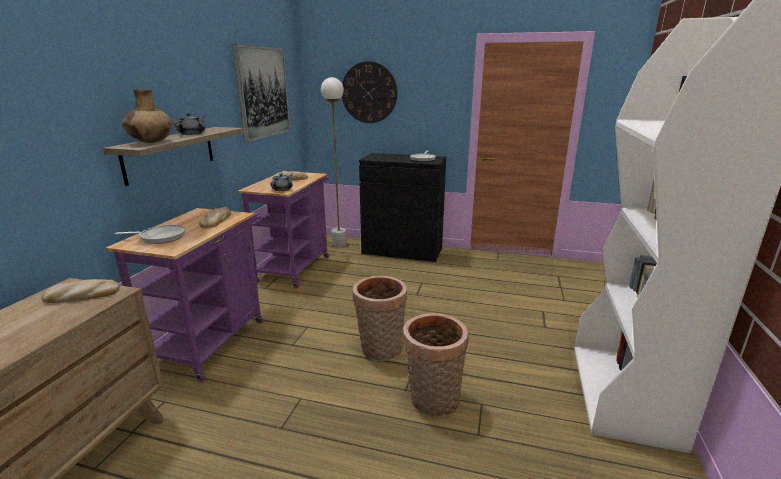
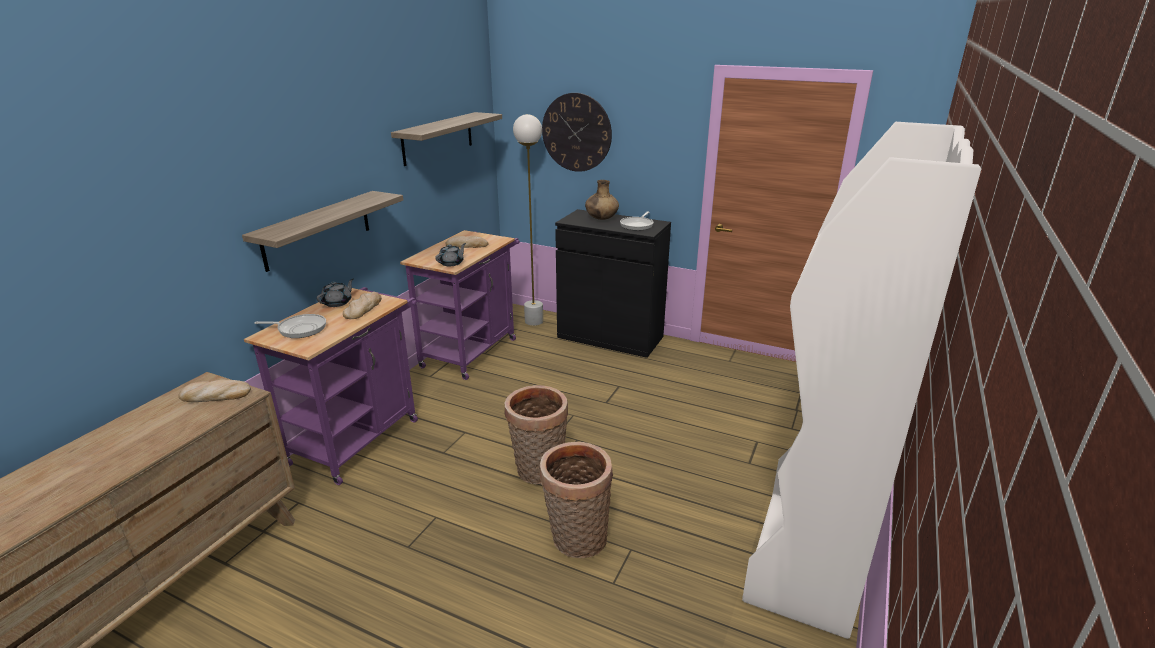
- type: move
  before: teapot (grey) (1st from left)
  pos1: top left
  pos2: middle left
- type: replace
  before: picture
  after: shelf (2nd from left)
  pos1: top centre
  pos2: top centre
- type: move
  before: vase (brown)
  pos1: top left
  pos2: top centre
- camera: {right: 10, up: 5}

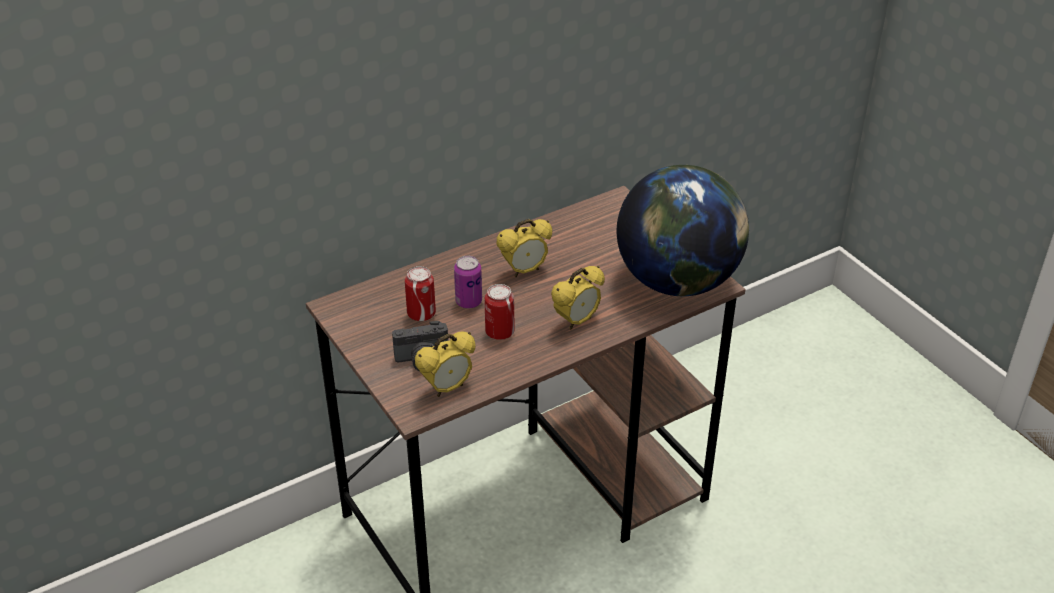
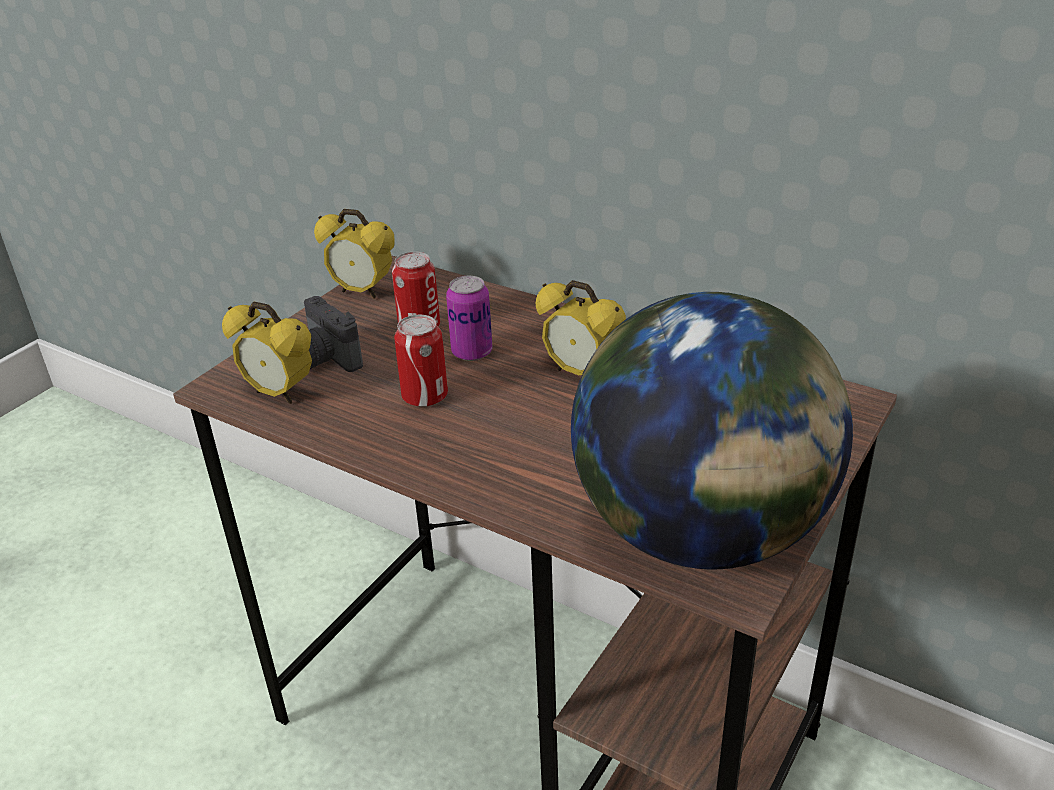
- type: move
  before: alarm clock (3rd from left in the first image)
  after: alarm clock (2nd from left)
  pos1: centre
  pos2: top centre
- camera: {right: 65, up: -5}

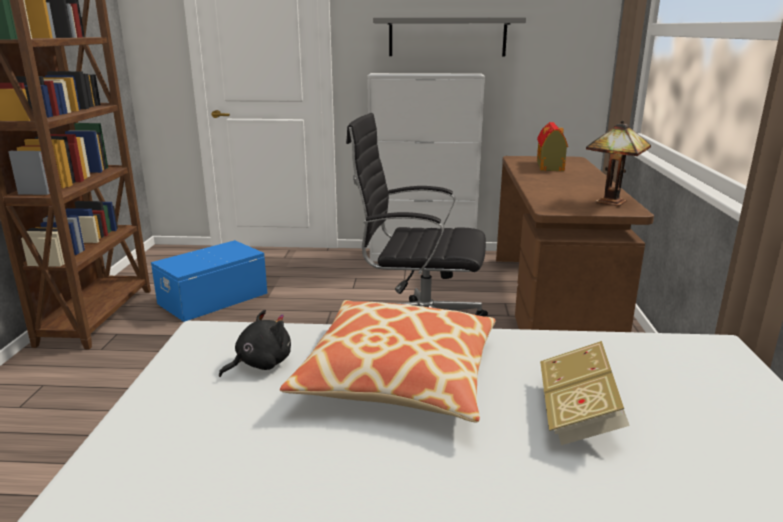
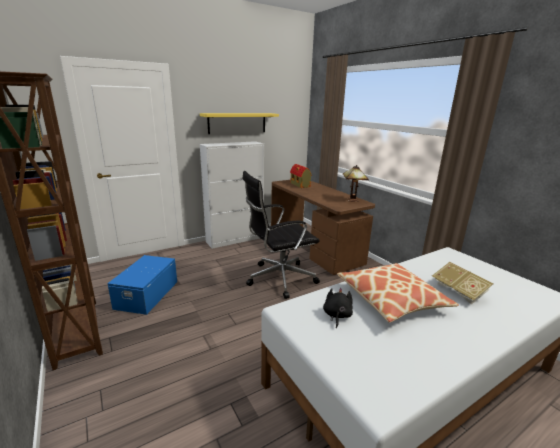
- type: recolor
  before: shelf (grey)
  after: shelf (yellow)
  pos1: top centre
  pos2: top centre
- camera: {right: -35, up: 0}

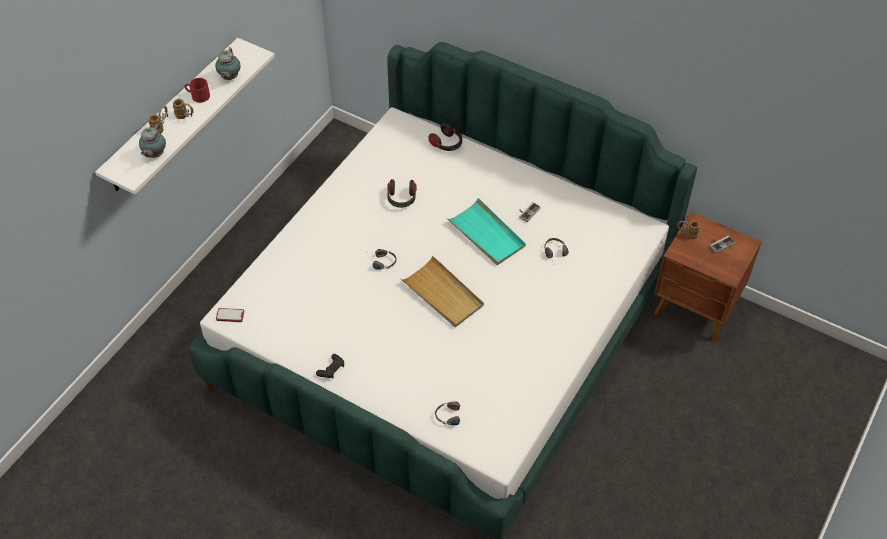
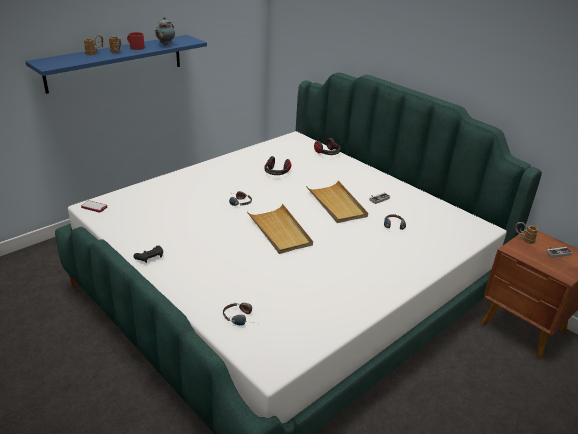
- type: recolor
  before: shelf (white)
  after: shelf (blue)
  pos1: top left
  pos2: top left
- type: recolor
  before: tray (turquoise)
  after: tray (beige) (2nd from left)
  pos1: centre
  pos2: centre
- type: delete
  before: teapot (1st from left)
  pos1: top left
- camera: {right: 15, up: -20}

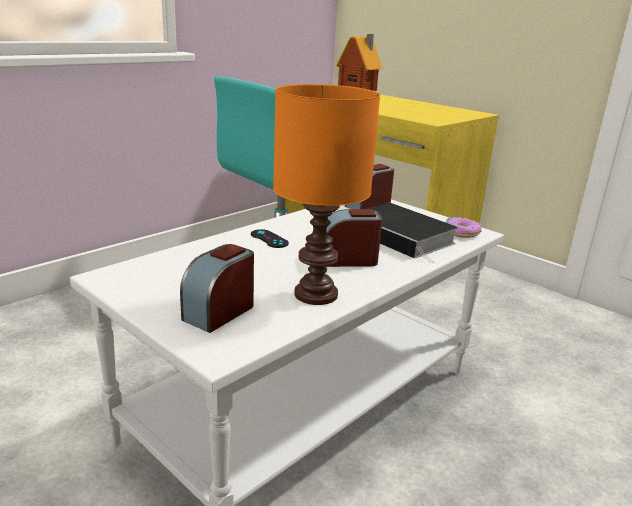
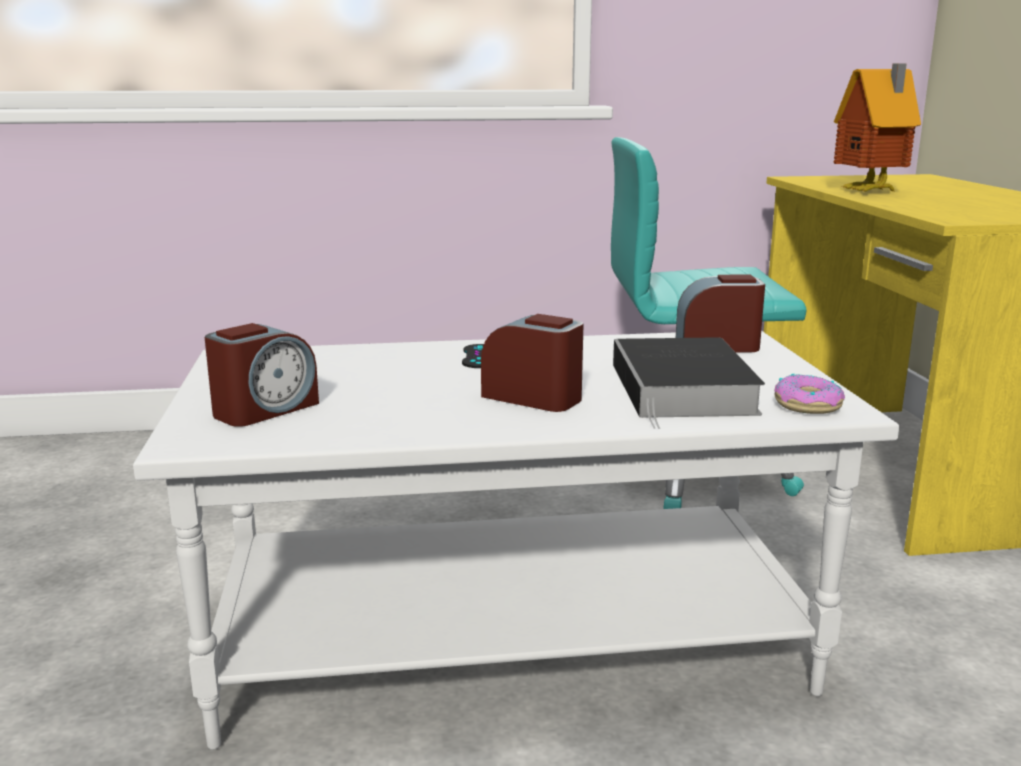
- type: rotate
  before: alarm clock (1st from left)
  pos1: centre
  pos2: middle left
  turn: 150
- type: delete
  before: table lamp (orange)
  pos1: centre
- camera: {right: 40, up: -5}

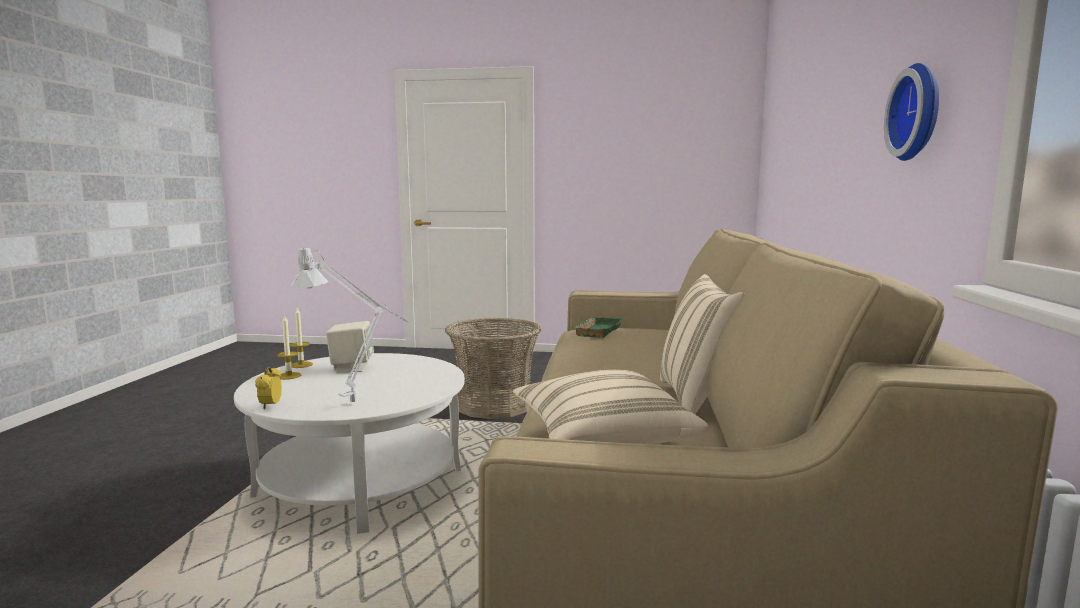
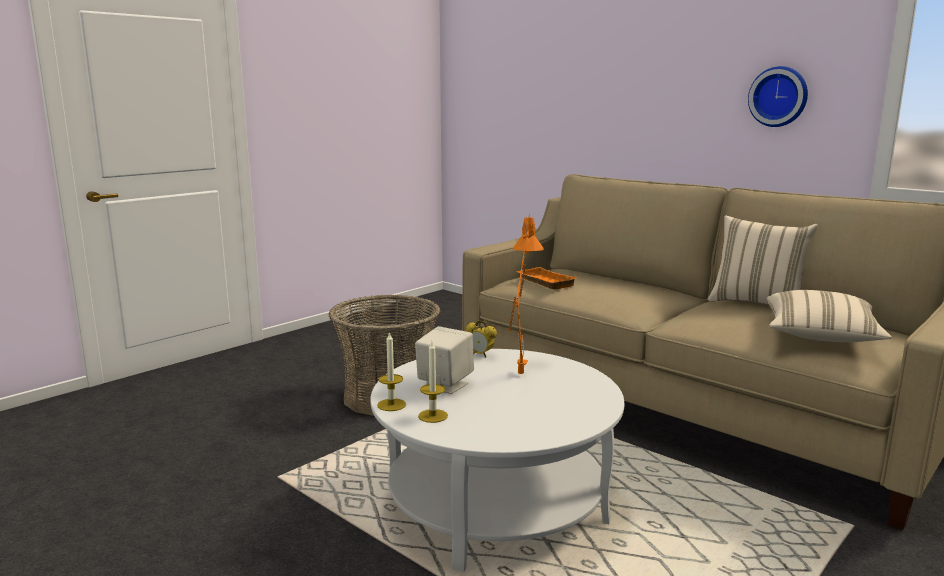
- type: move
  before: alarm clock
  pos1: middle left
  pos2: centre
- type: insert
  after: table lamp (orange)
  pos2: centre
- type: recolor
  before: tray (green)
  after: tray (orange)
  pos1: centre
  pos2: centre
- type: delete
  before: table lamp (grey)
  pos1: middle left
- camera: {right: -55, up: 5}

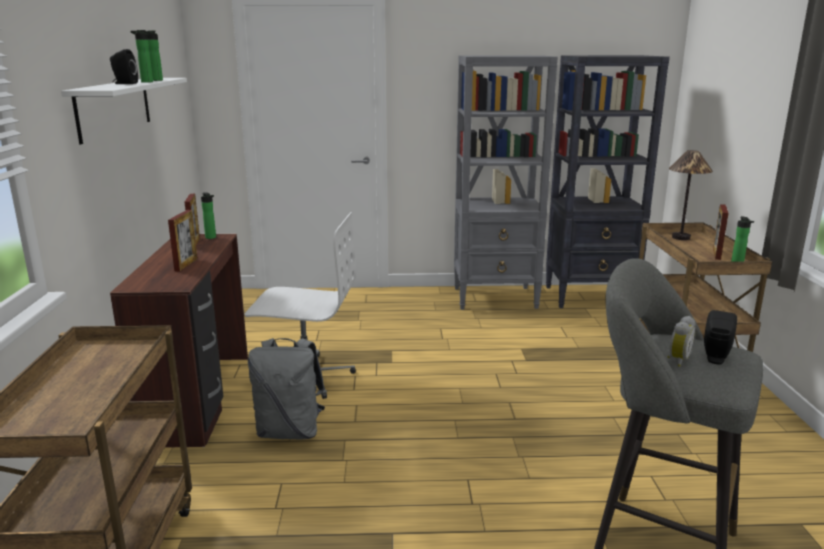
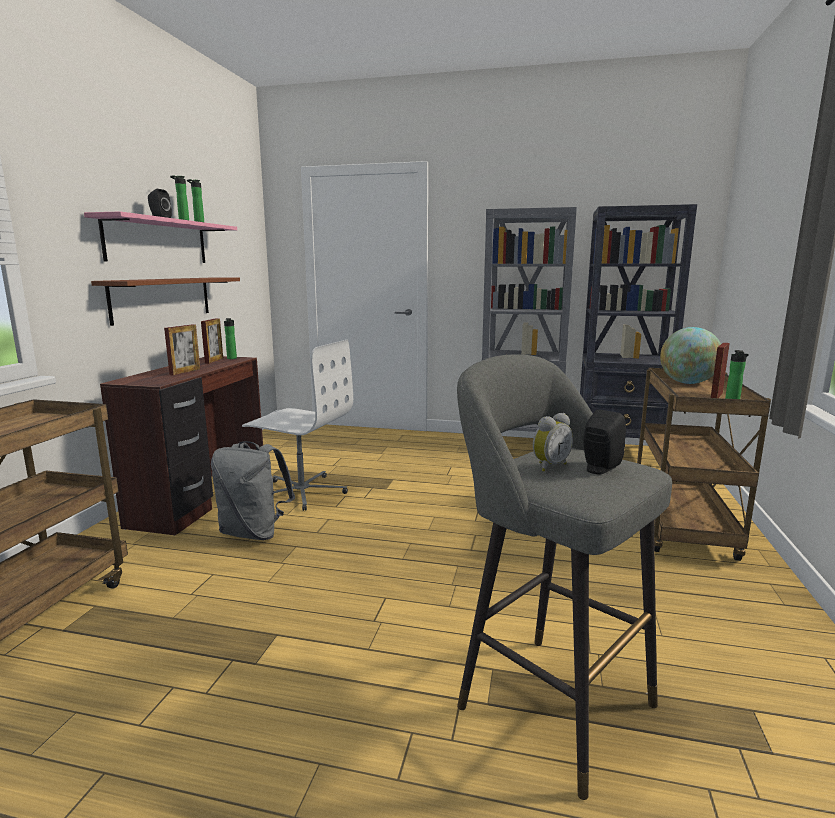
- type: recolor
  before: shelf (white)
  after: shelf (pink)
  pos1: top left
  pos2: top left
- type: insert
  after: shelf (brown)
  pos2: middle left
- type: replace
  before: table lamp
  after: globe
  pos1: middle right
  pos2: middle right
- camera: {right: 15, up: -5}

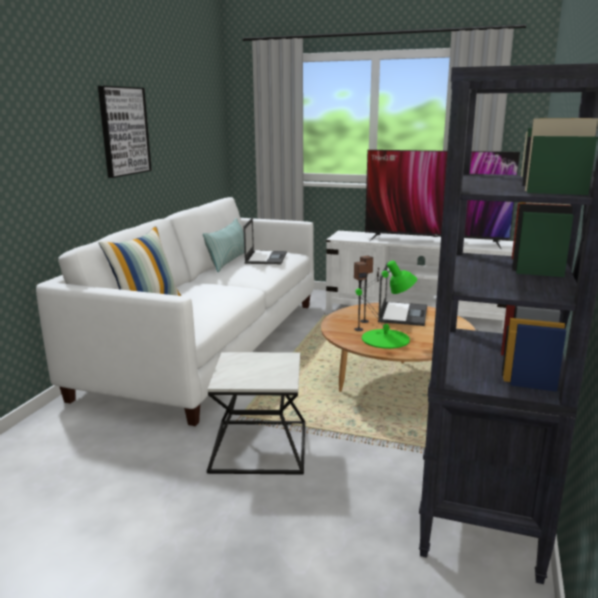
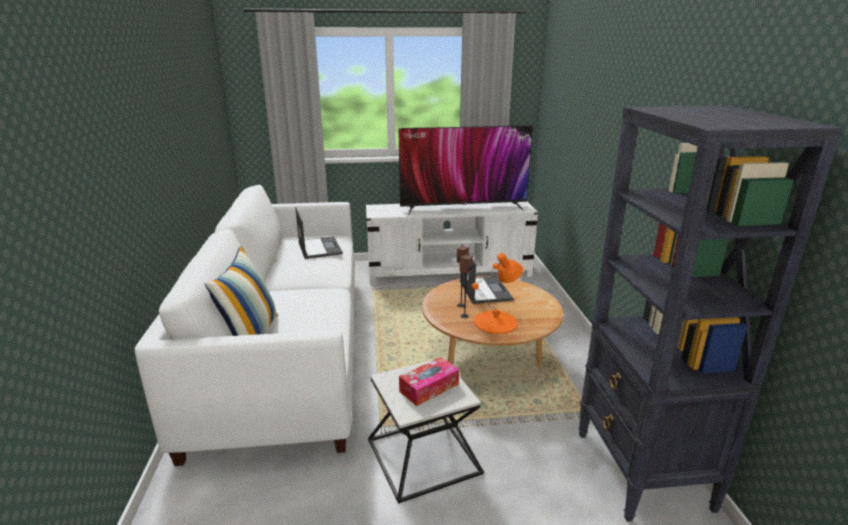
- type: insert
  after: tissue box
  pos2: bottom centre
- type: recolor
  before: table lamp (green)
  after: table lamp (orange)
  pos1: centre
  pos2: centre
- type: delete
  before: picture
  pos1: top left
- type: delete
  before: pillow (2nd from left)
  pos1: centre
- camera: {right: -25, up: 5}

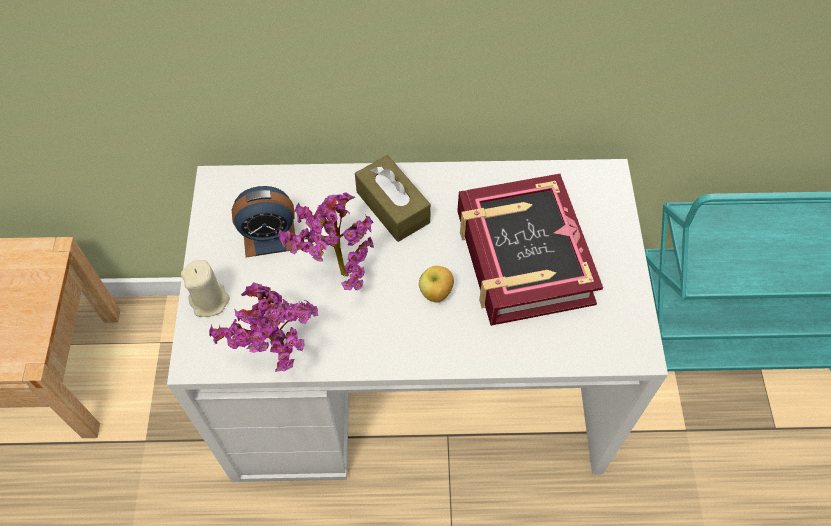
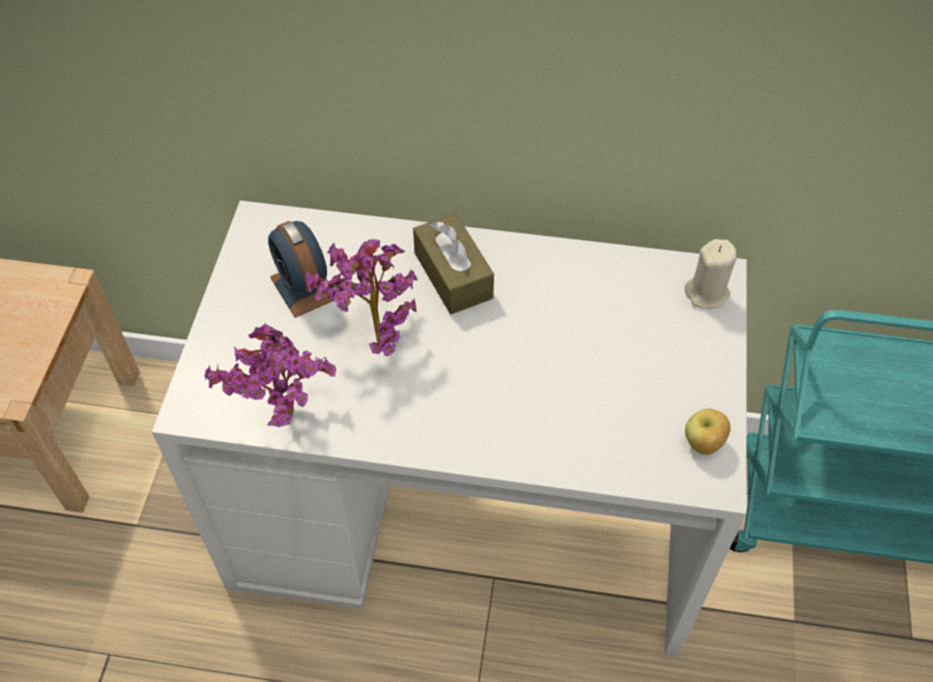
- type: rotate
  before: alarm clock
  pos1: middle left
  pos2: middle left
  turn: 60
- type: move
  before: candle (beige)
  pos1: middle left
  pos2: middle right
- type: move
  before: apple
  pos1: centre
  pos2: middle right
- type: delete
  before: book
  pos1: centre
- camera: {right: 10, up: -5}

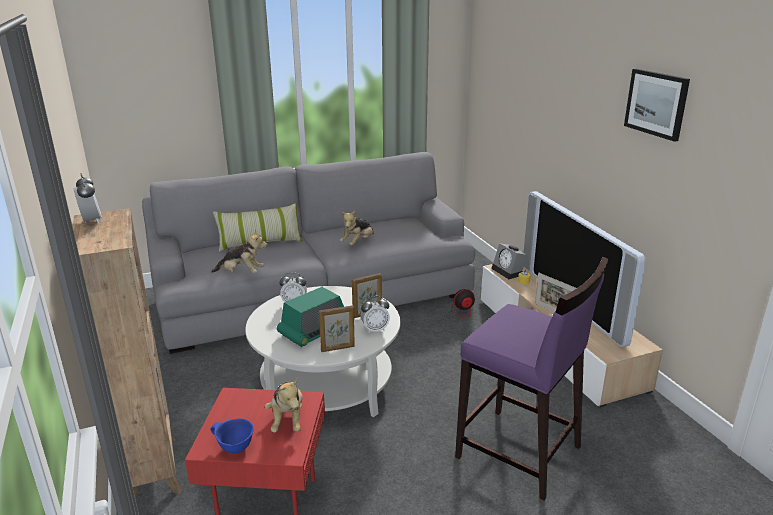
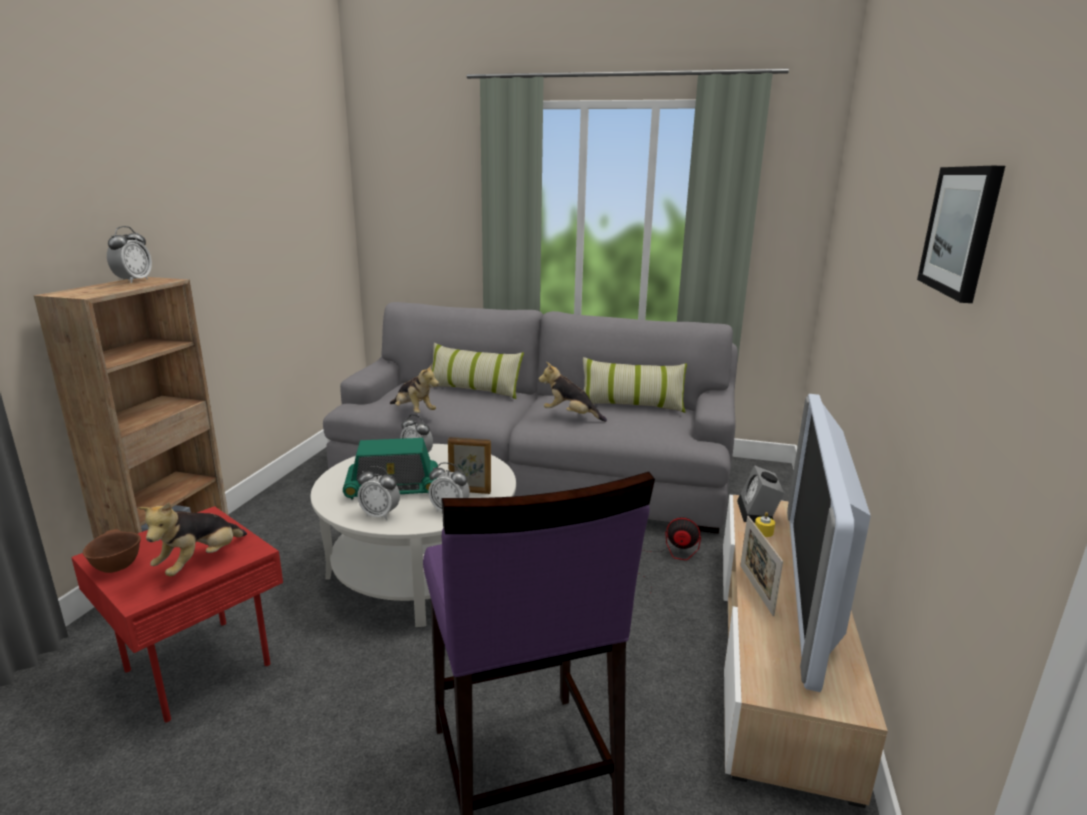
- type: recolor
  before: bowl (blue)
  after: bowl (brown)
  pos1: bottom left
  pos2: bottom left
- type: replace
  before: picture frame (1st from left)
  after: alarm clock (2nd from left)
  pos1: centre
  pos2: centre
- type: rotate
  before: plush toy (3rd from left)
  pos1: centre
  pos2: centre
  turn: 45
- type: insert
  after: pillow (2nd from left)
  pos2: centre
- camera: {right: 35, up: -5}

